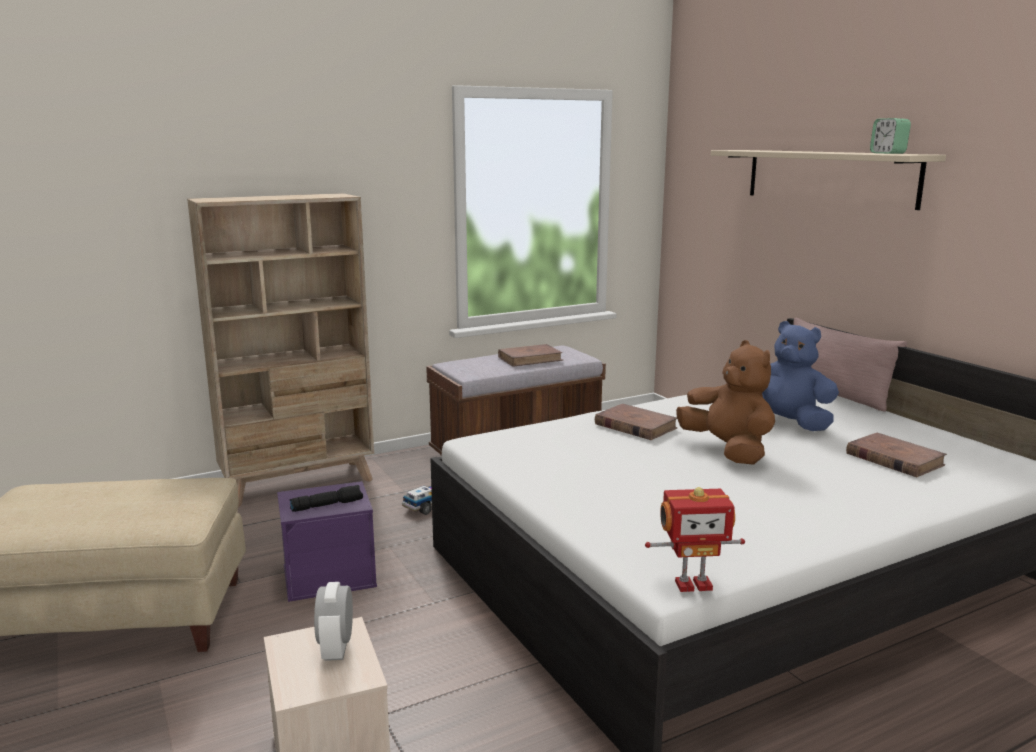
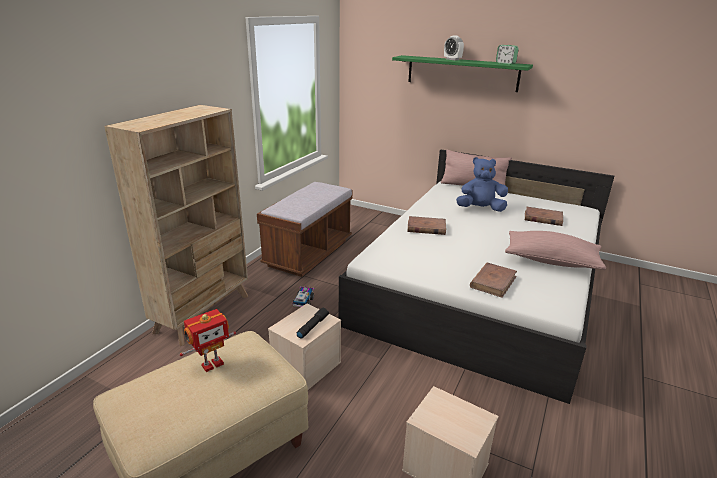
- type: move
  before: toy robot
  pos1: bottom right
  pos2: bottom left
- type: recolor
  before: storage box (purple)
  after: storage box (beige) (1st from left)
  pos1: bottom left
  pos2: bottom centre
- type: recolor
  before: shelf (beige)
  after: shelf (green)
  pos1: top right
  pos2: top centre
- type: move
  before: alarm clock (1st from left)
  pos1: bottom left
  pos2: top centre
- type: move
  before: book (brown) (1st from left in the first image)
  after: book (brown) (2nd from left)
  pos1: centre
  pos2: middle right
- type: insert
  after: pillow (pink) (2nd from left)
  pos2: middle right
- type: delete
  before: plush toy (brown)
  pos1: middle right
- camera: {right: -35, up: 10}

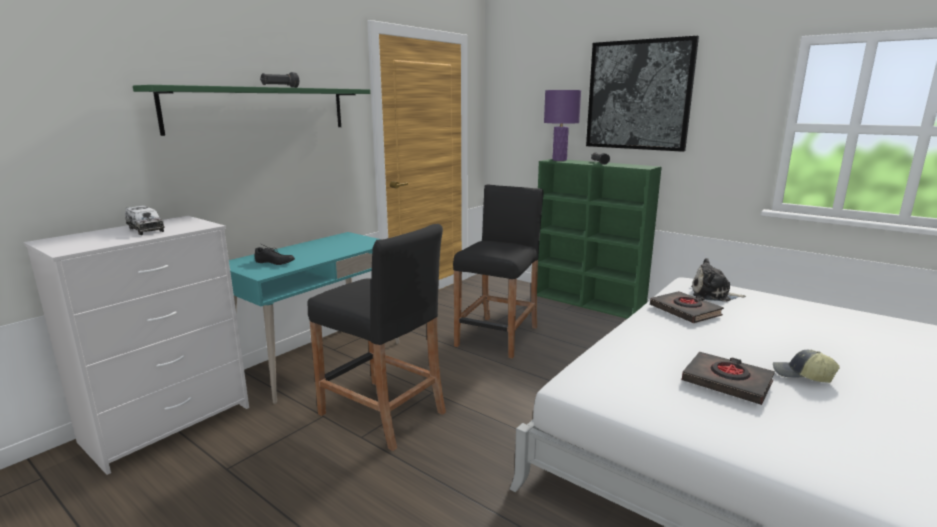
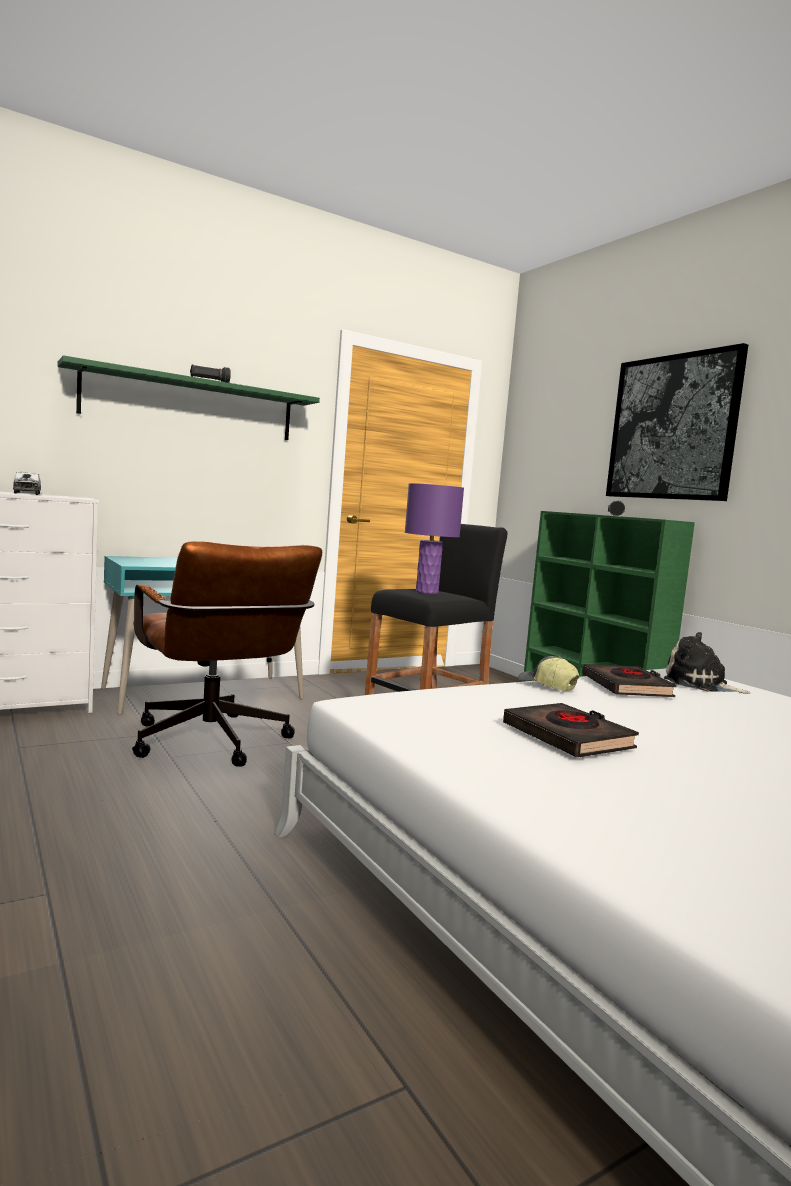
- type: replace
  before: stool (black) (1st from left)
  after: office chair (brown)
  pos1: centre
  pos2: middle left
- type: move
  before: table lamp (purple)
  pos1: top centre
  pos2: centre
- type: move
  before: cap
  pos1: bottom right
  pos2: middle right
- type: delete
  before: shoe (black)
  pos1: middle left
- camera: {right: 20, up: -10}

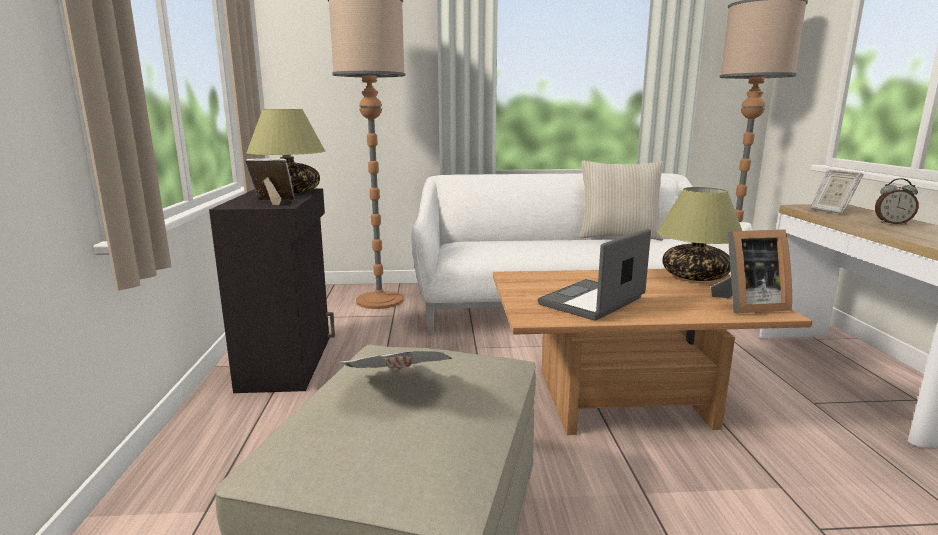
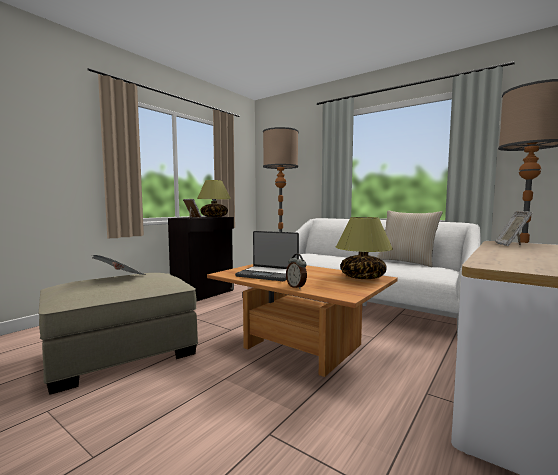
- type: rotate
  before: laptop
  pos1: centre
  pos2: centre
  turn: -150
- type: move
  before: alarm clock
  pos1: middle right
  pos2: centre
- type: delete
  before: picture frame (2nd from left)
  pos1: middle right
- camera: {right: 40, up: -10}

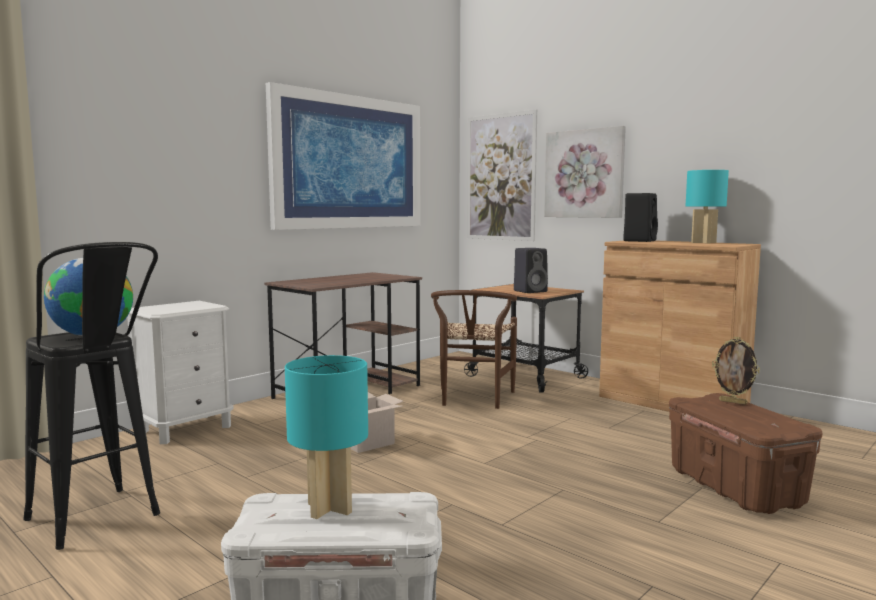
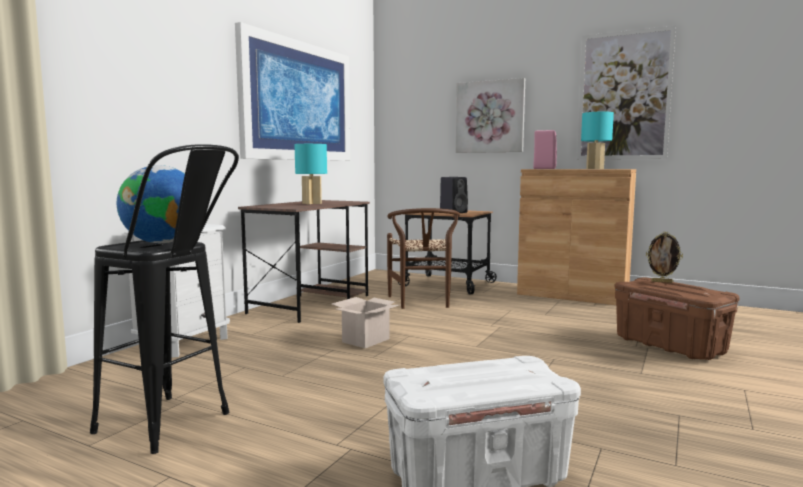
- type: move
  before: table lamp (turquoise) (1st from left)
  pos1: bottom centre
  pos2: centre
- type: recolor
  before: speaker (black) (2nd from left)
  after: speaker (pink)
  pos1: middle right
  pos2: top right
- type: move
  before: picture (2nd from left in the first image)
  after: picture (3rd from left)
  pos1: top centre
  pos2: top right
- camera: {right: -15, up: 0}

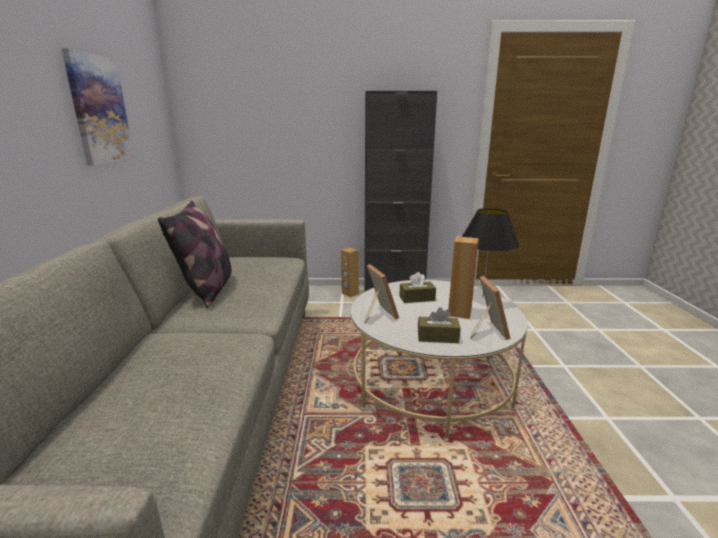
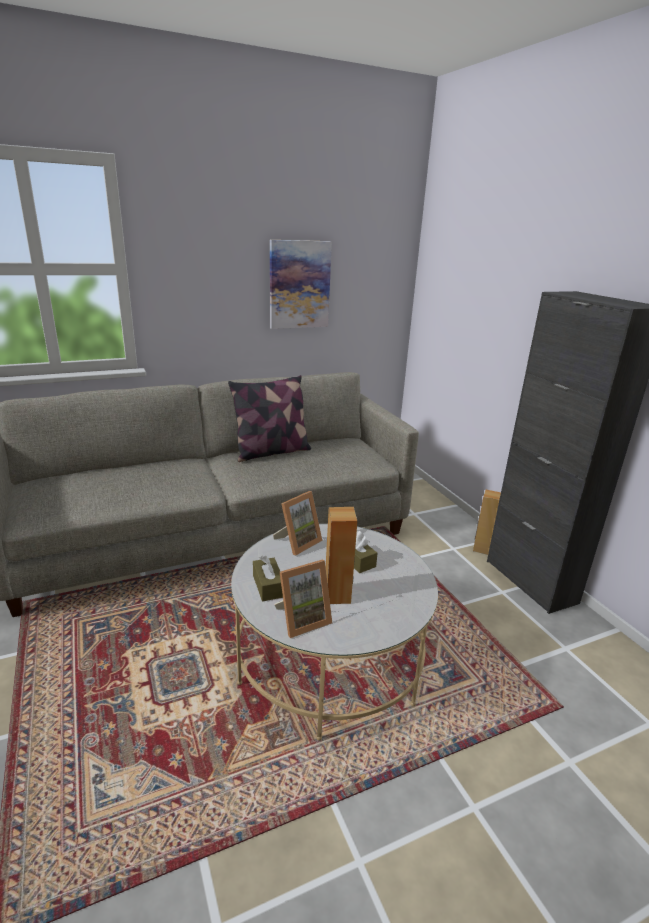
- type: delete
  before: table lamp (black)
  pos1: middle right
- camera: {right: 65, up: 5}

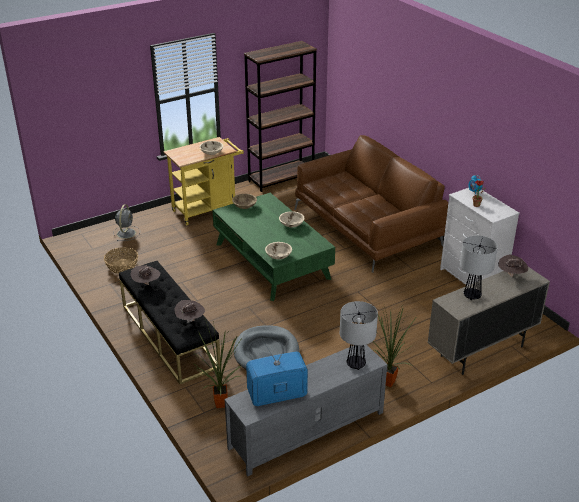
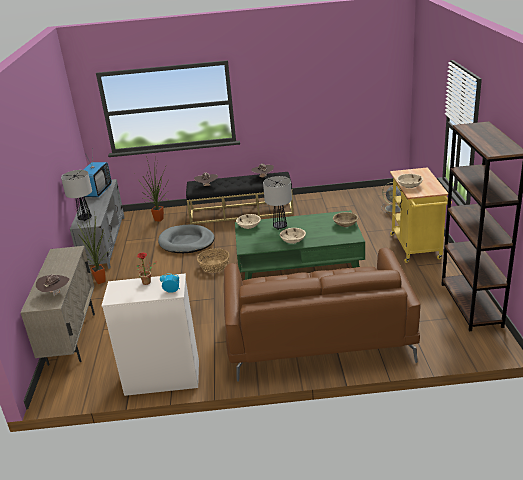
- type: move
  before: basket
  pos1: middle left
  pos2: centre
- type: move
  before: table lamp (2nd from left)
  pos1: middle right
  pos2: centre
- camera: {right: 120, up: -5}

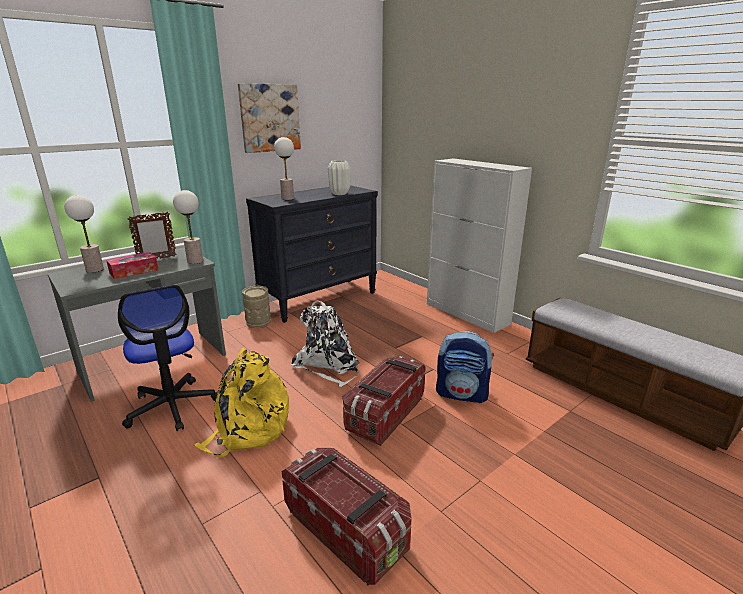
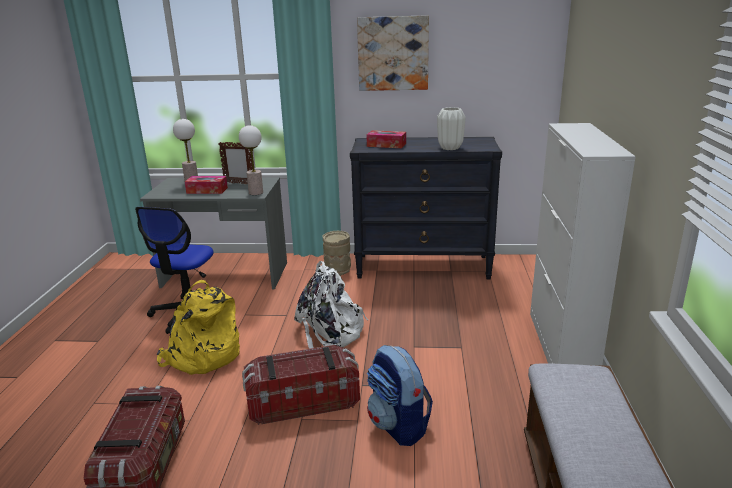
- type: replace
  before: table lamp (3rd from left)
  after: tissue box (2nd from left)
  pos1: top centre
  pos2: top centre
- camera: {right: 45, up: 0}

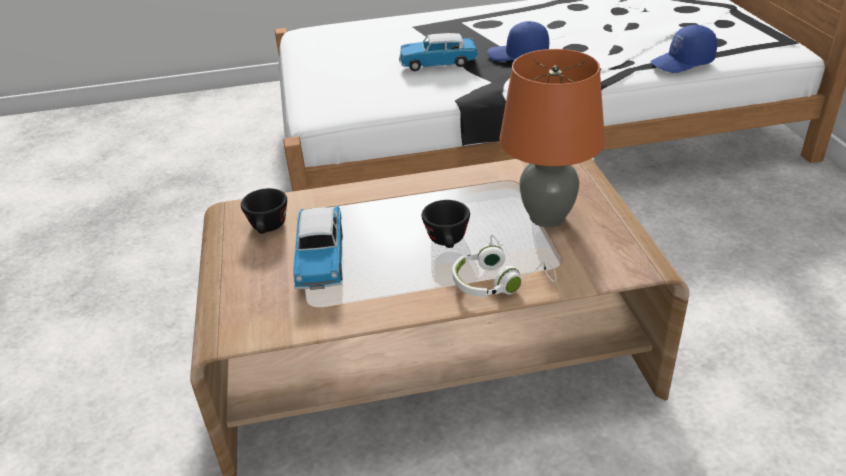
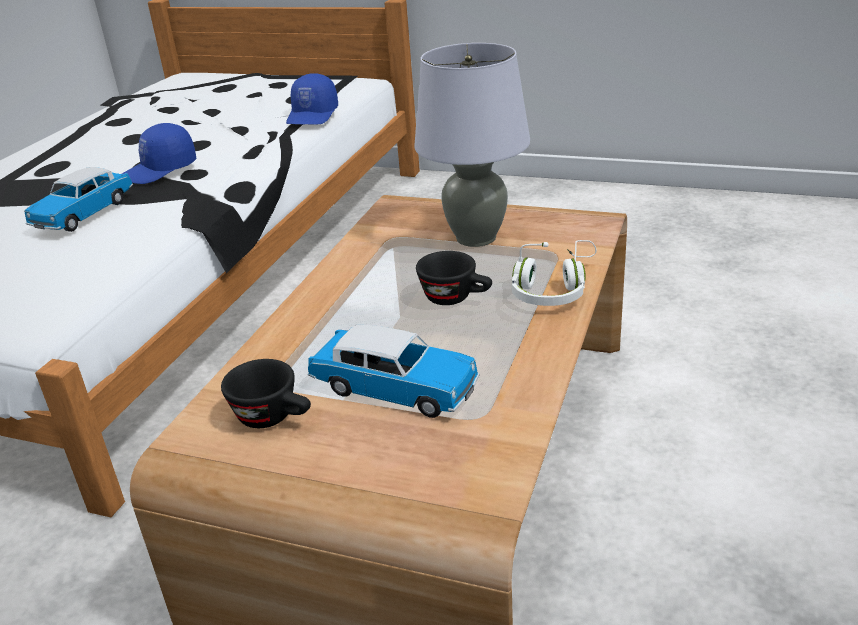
- type: recolor
  before: table lamp (orange)
  after: table lamp (grey)
  pos1: top centre
  pos2: top centre
- camera: {right: -60, up: -5}

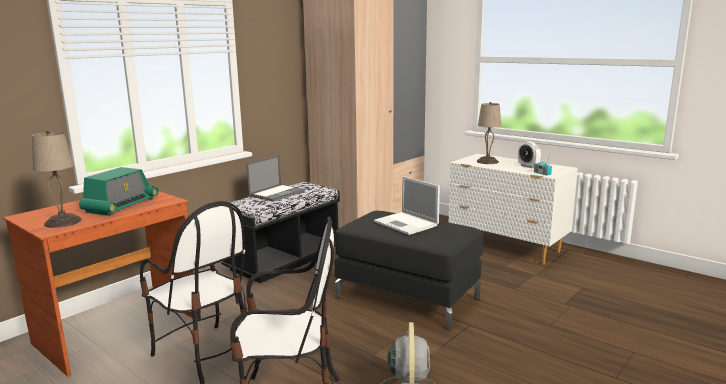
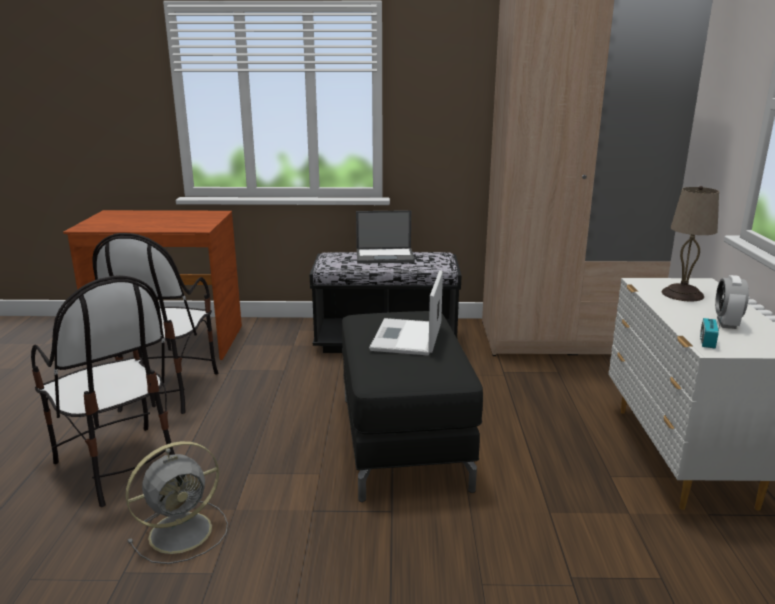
- type: delete
  before: table lamp (beige) (1st from left)
  pos1: middle left
- type: delete
  before: radio (1st from left)
  pos1: middle left
- camera: {right: 50, up: 5}

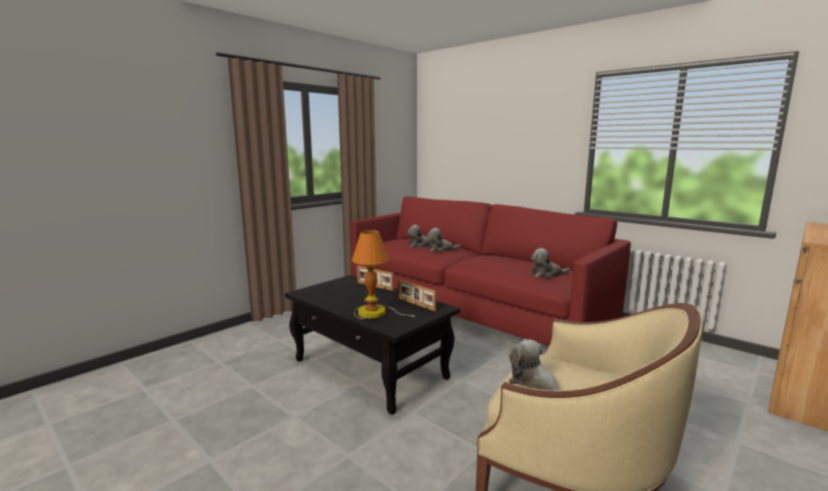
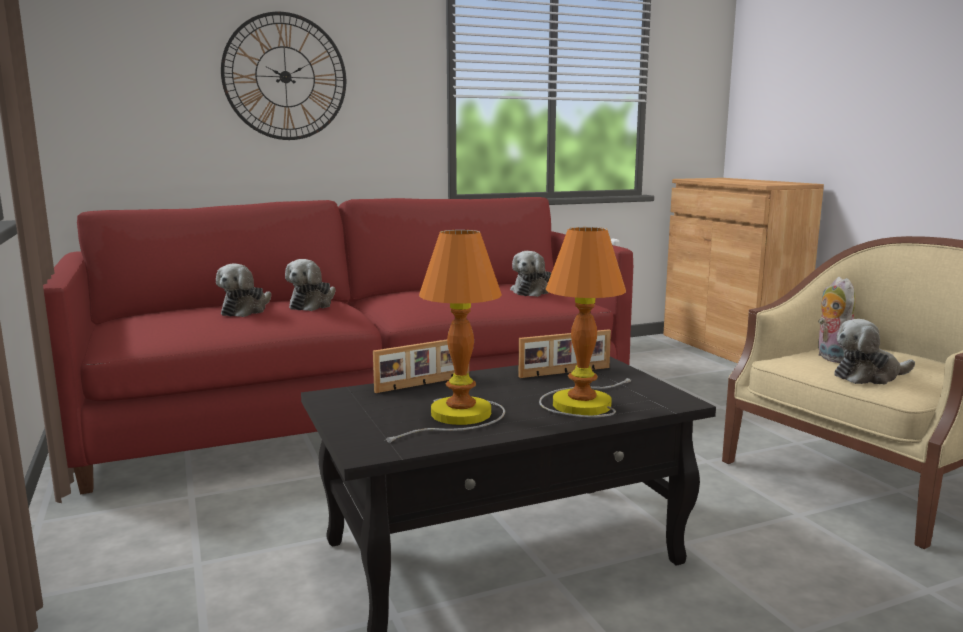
- type: insert
  after: wall clock
  pos2: top left
- type: insert
  after: table lamp (1st from left)
  pos2: centre
- type: insert
  after: plush toy (4th from left)
  pos2: middle right
- camera: {right: -65, up: 0}

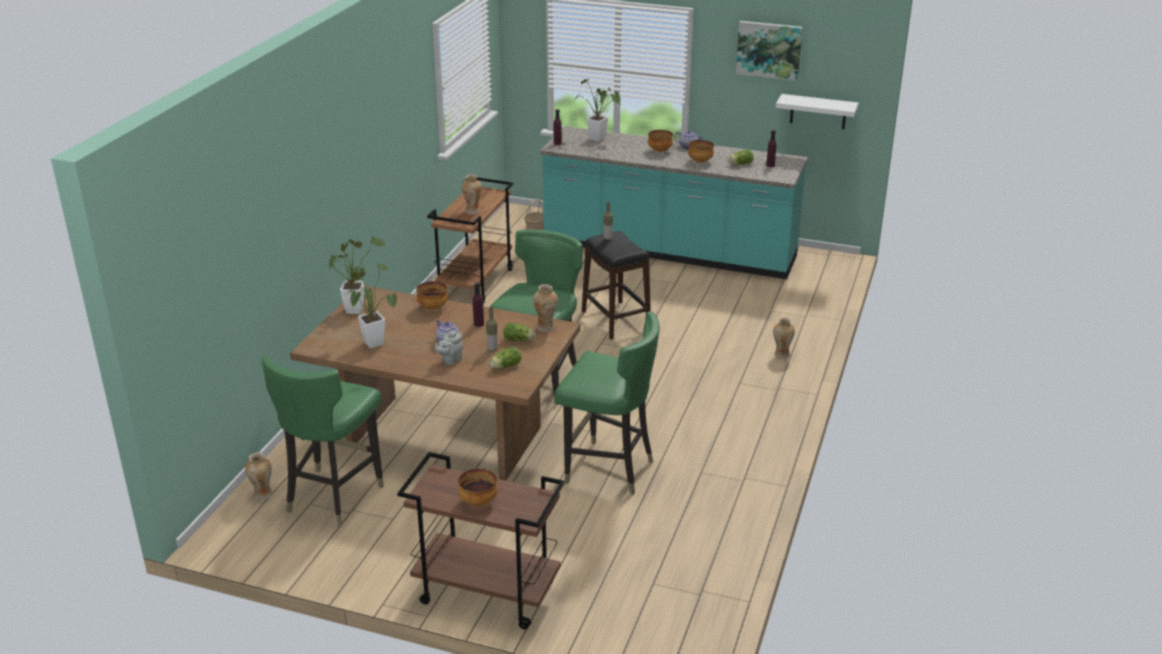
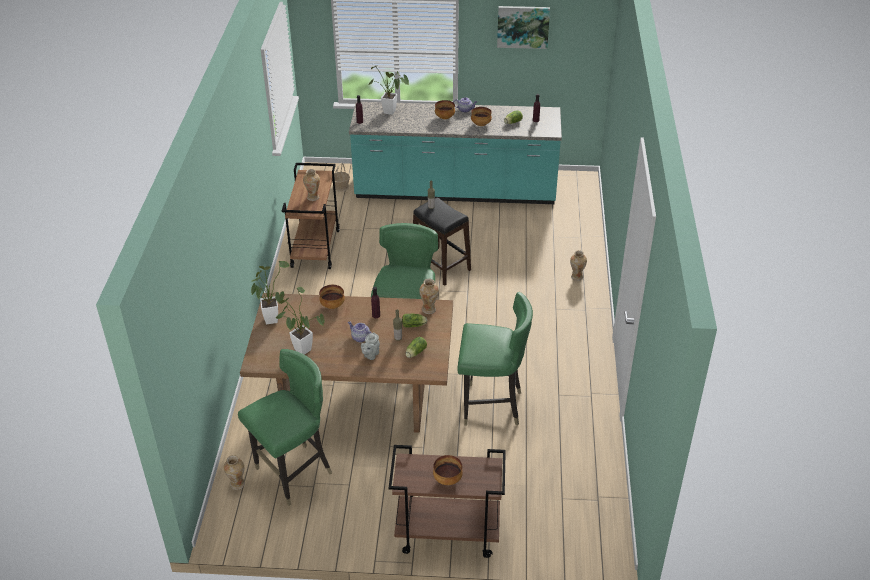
- type: rotate
  before: chair (green) (1st from left)
  pos1: bottom left
  pos2: bottom left
  turn: -135
- type: delete
  before: shelf (white)
  pos1: top right
- camera: {right: -15, up: 10}

